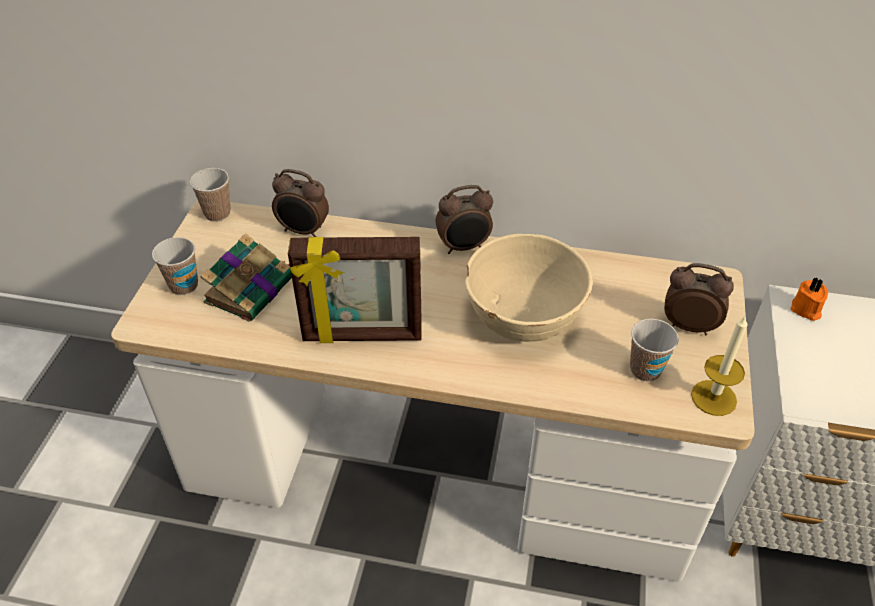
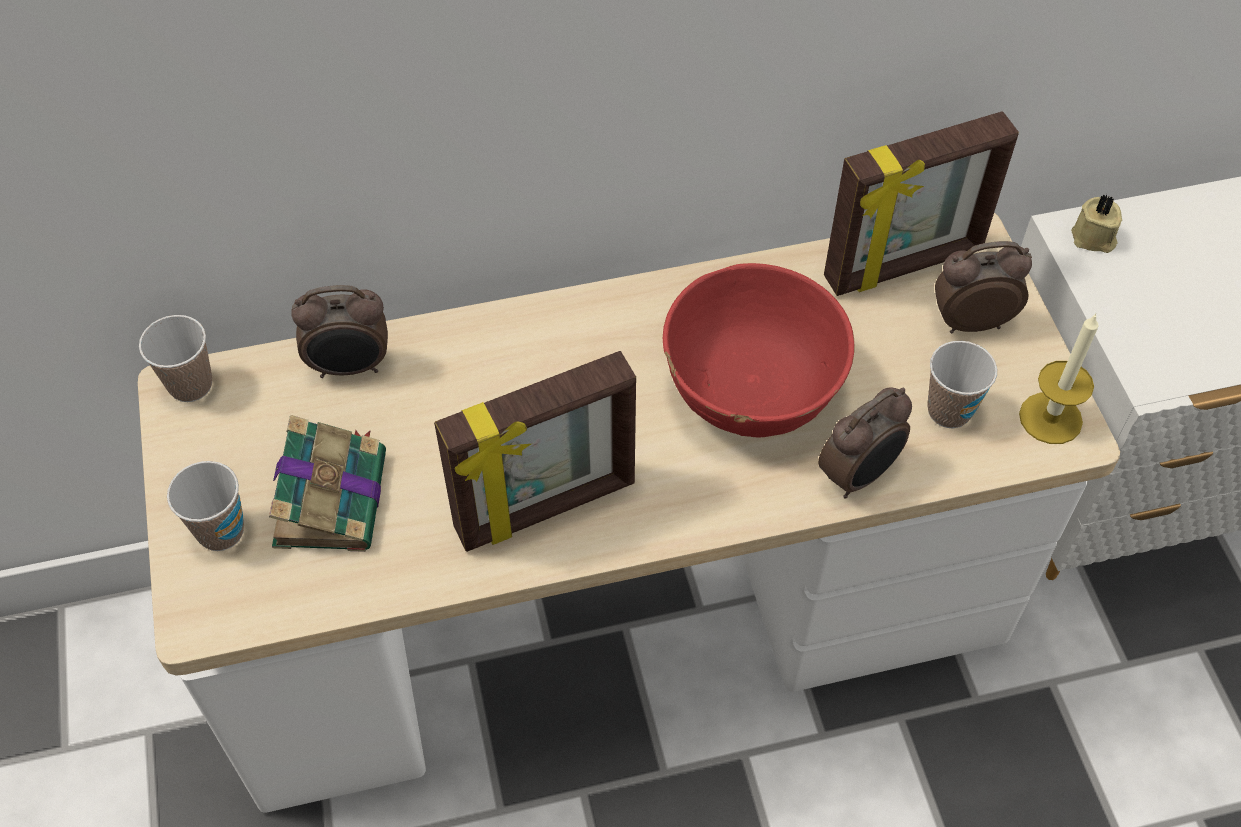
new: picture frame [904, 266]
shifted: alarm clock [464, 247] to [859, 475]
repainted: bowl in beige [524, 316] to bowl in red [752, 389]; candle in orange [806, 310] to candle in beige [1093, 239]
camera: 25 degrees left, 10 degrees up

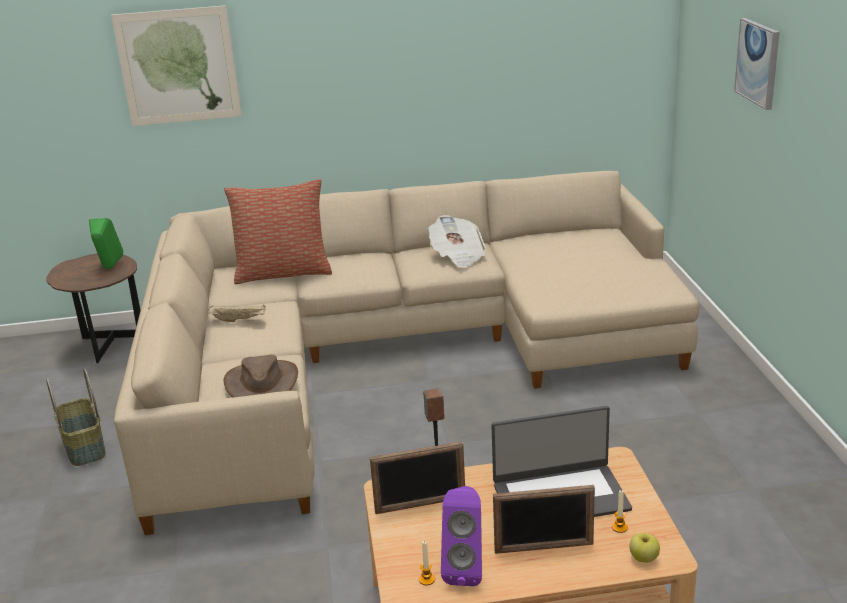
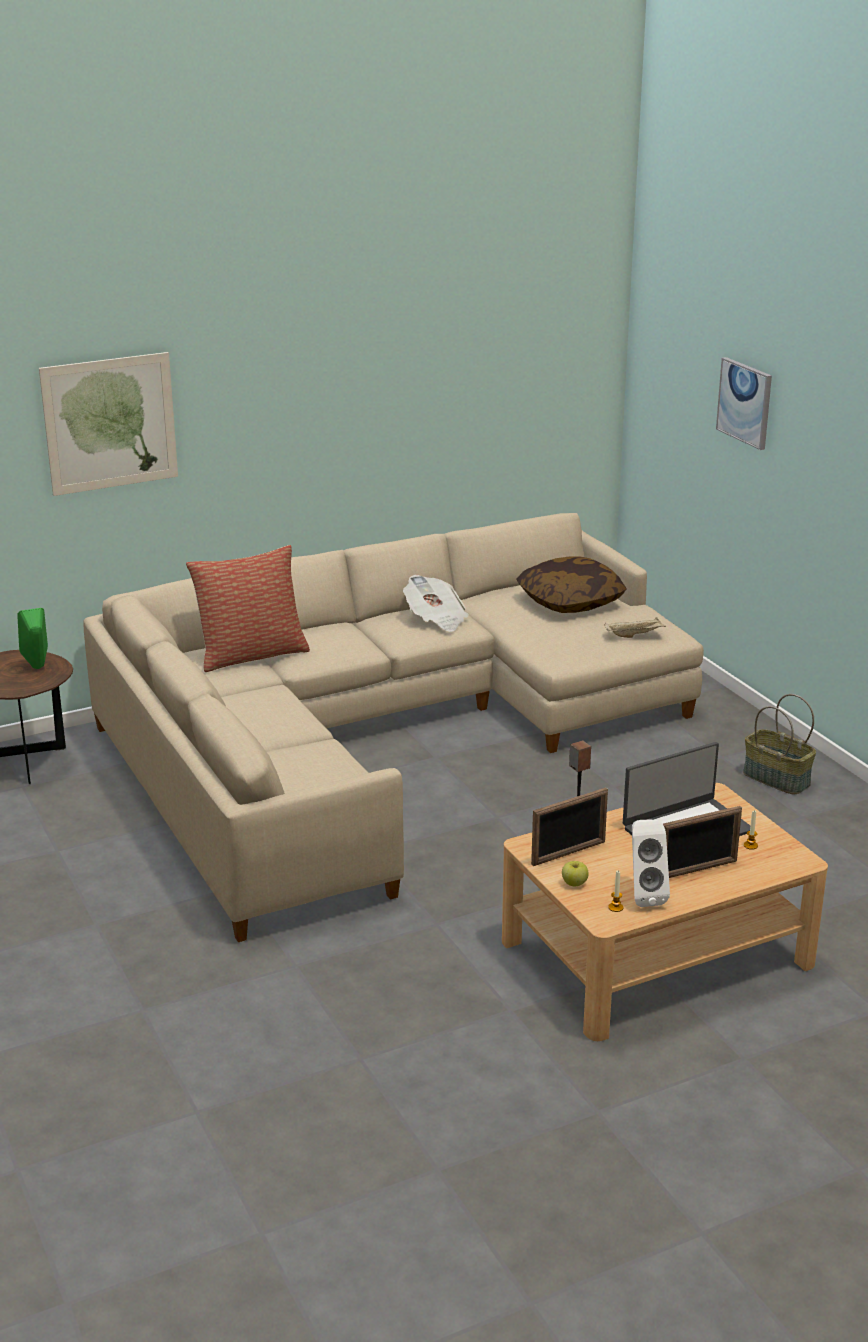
gone: hat in brown [261, 384]
new: pillow [570, 601]
shifted: tray in beige [239, 320] to [634, 635]; basket [83, 447] to [775, 779]; apple [644, 558] to [574, 883]
repainted: speaker in purple [465, 569] to speaker in white [643, 895]
camera: 20 degrees left, 0 degrees up

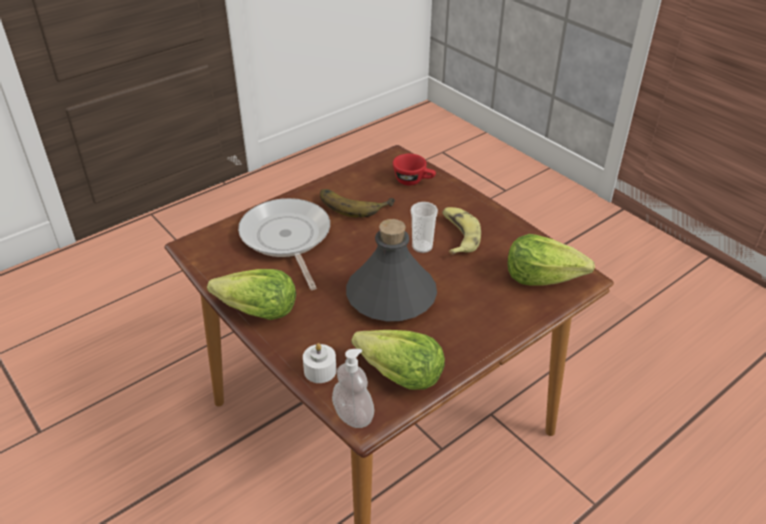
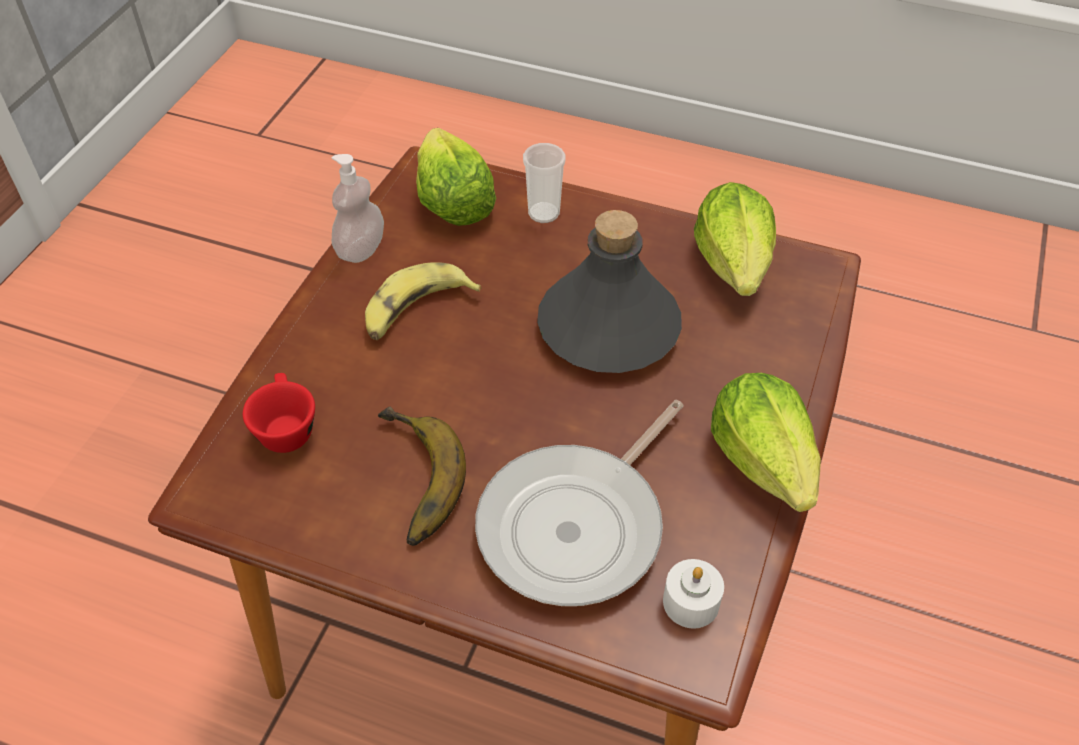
shifted: cup [422, 247] to [544, 213]; candle in white [320, 370] to [691, 602]; soap dispenser [353, 415] to [361, 249]
camera: 120 degrees left, 10 degrees up

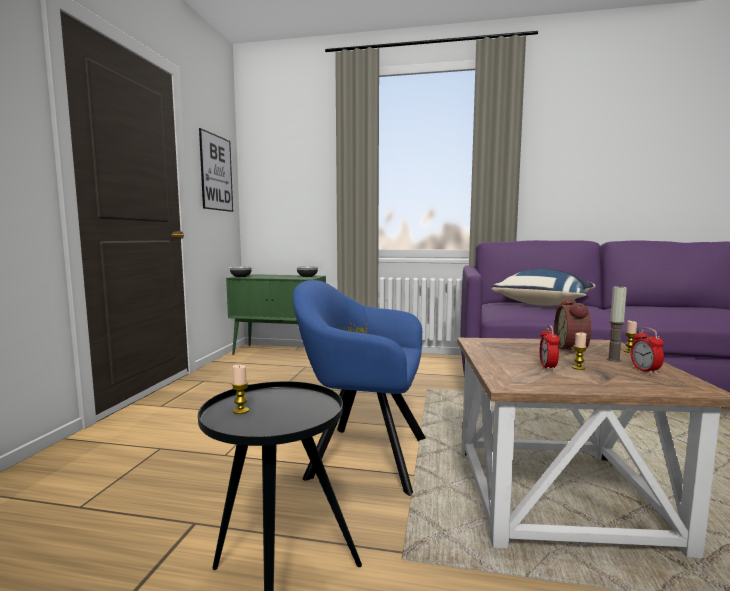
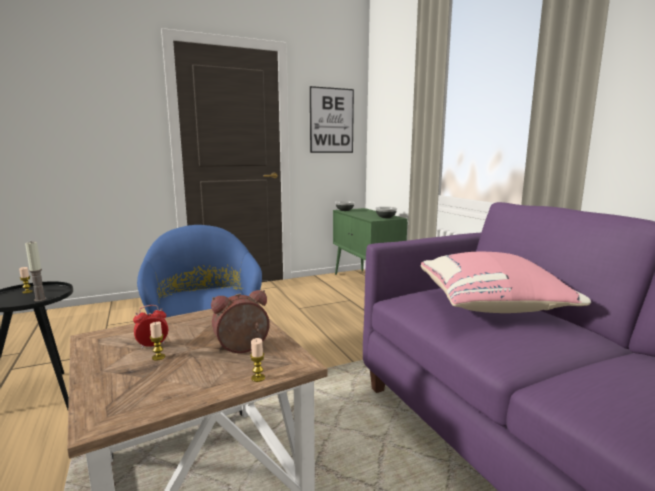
gone: alarm clock [645, 371]
shifted: candle [613, 359] to [40, 299]
repainted: pillow in blue [544, 304] to pillow in pink [491, 307]
camera: 55 degrees right, 5 degrees up

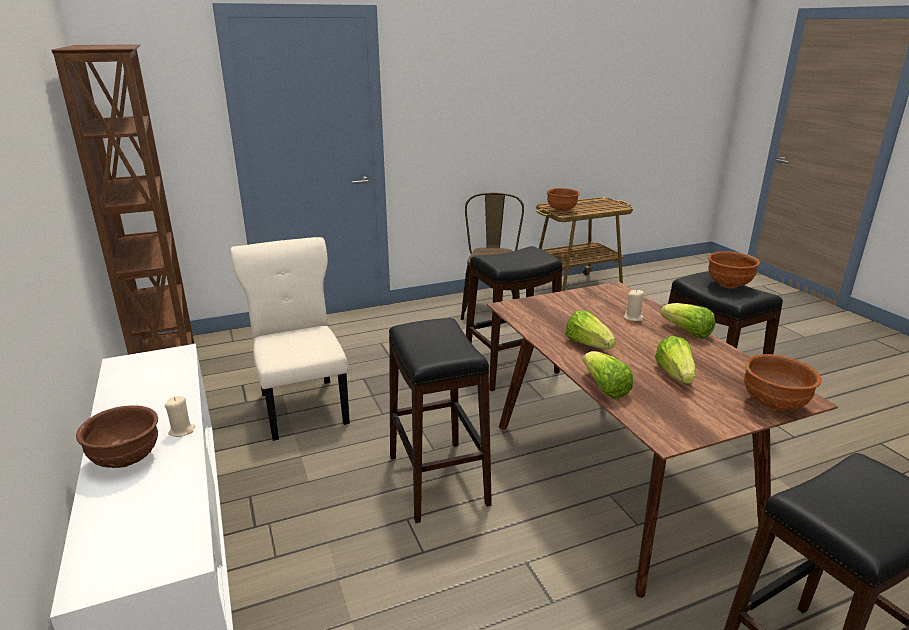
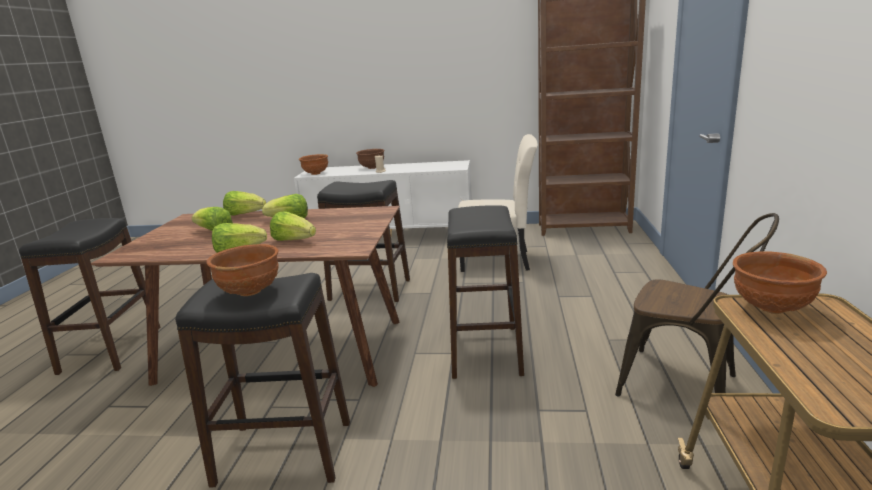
shifted: bowl in brown [774, 405] to [315, 173]
swapped: candle in beige [633, 318] to lettuce [293, 240]
camera: 120 degrees right, 5 degrees down

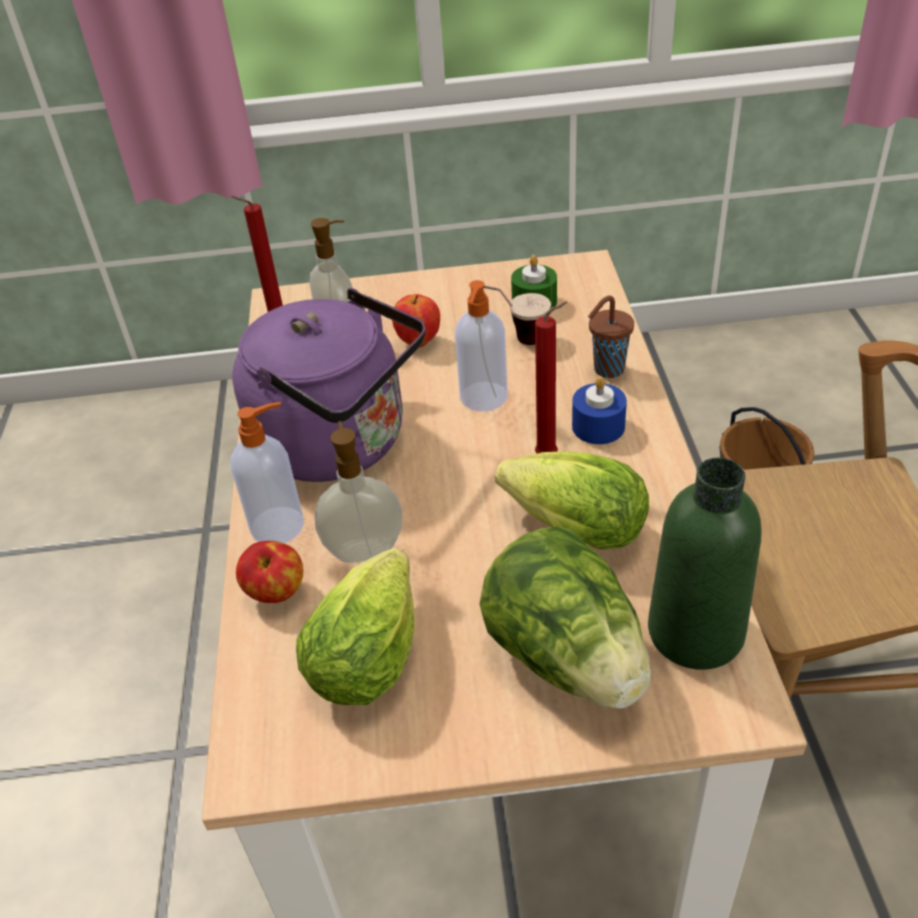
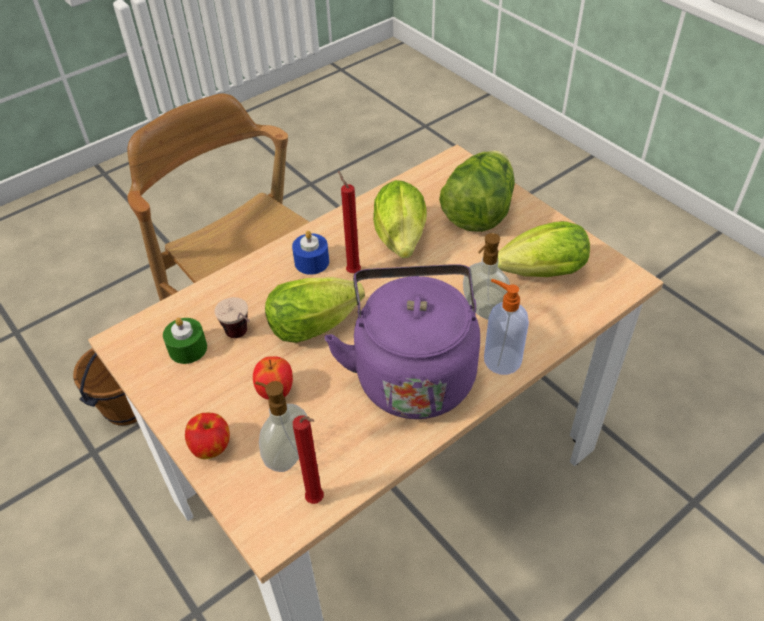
gone: cup in brown [607, 370]; bottle in green [695, 632]
shifted: apple [276, 592] to [211, 447]
swapped: soap dispenser [483, 398] to lettuce [319, 324]
camera: 125 degrees left, 5 degrees up

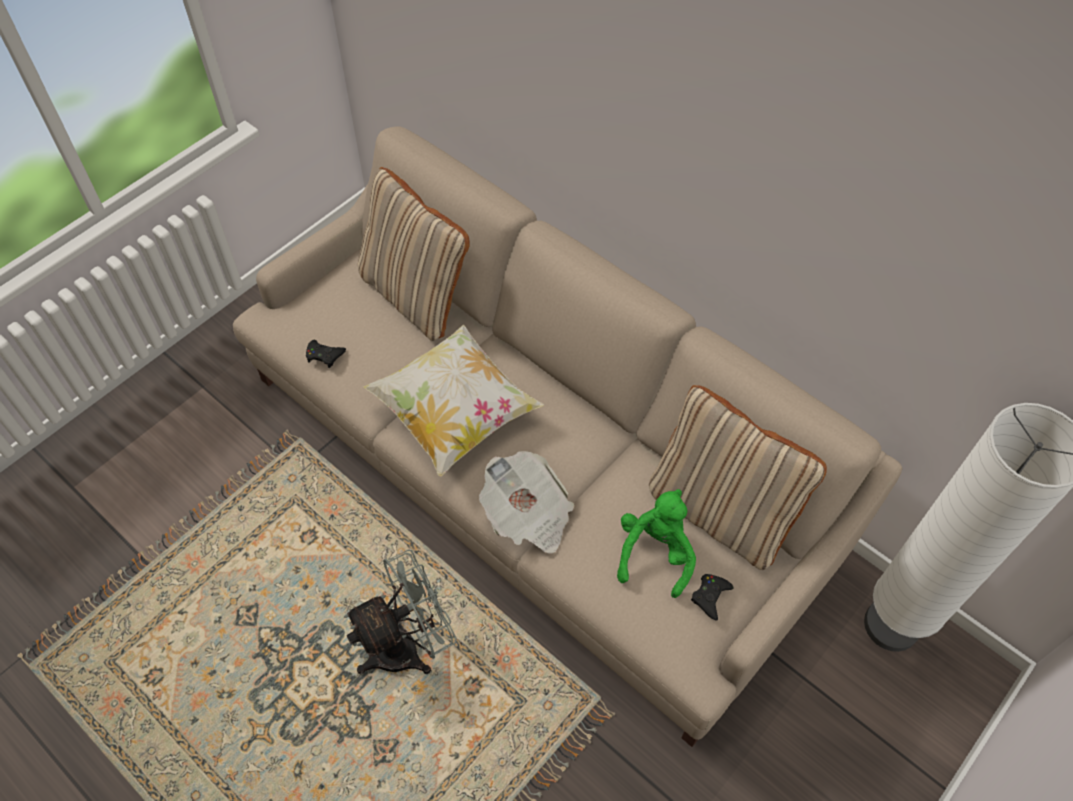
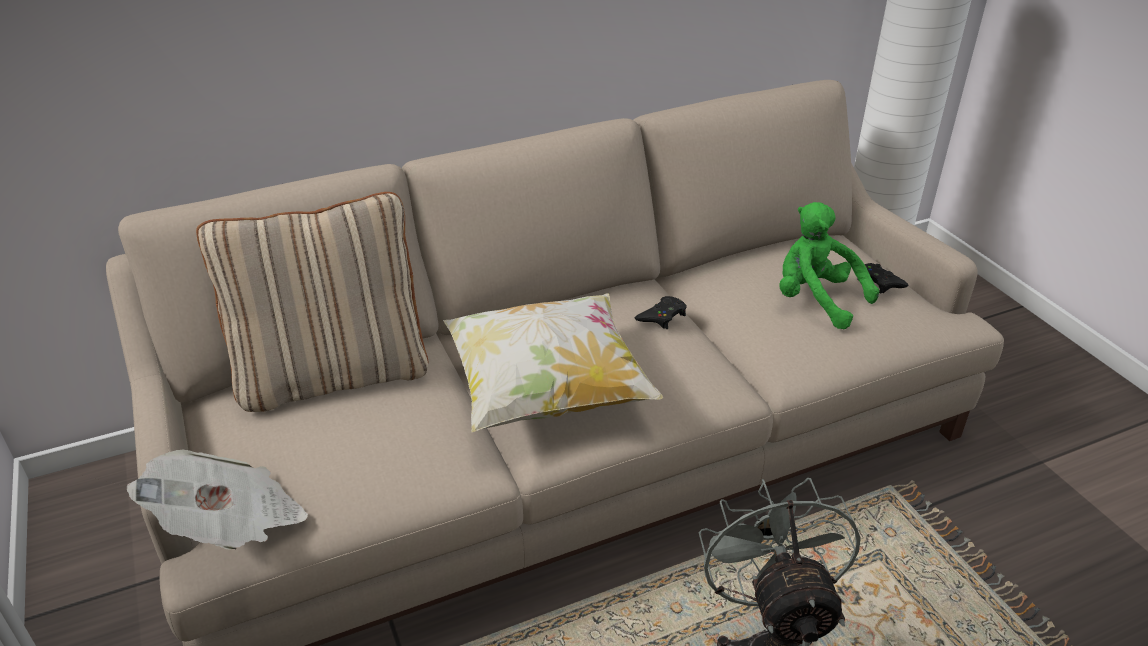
gone: pillow in beige [720, 511]
shifted: game controller in black [324, 355] to [662, 316]; newspaper [528, 515] to [231, 524]
camera: 65 degrees left, 20 degrees down

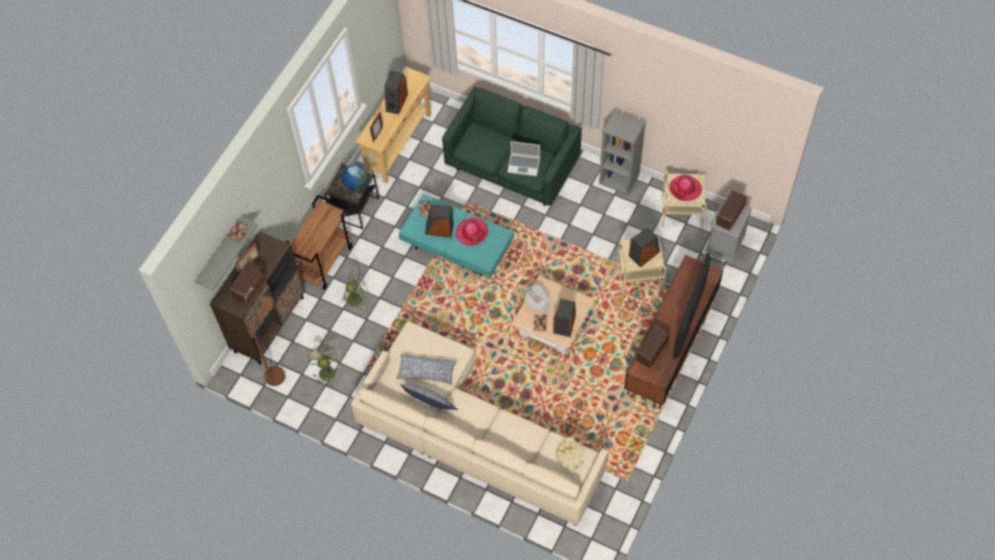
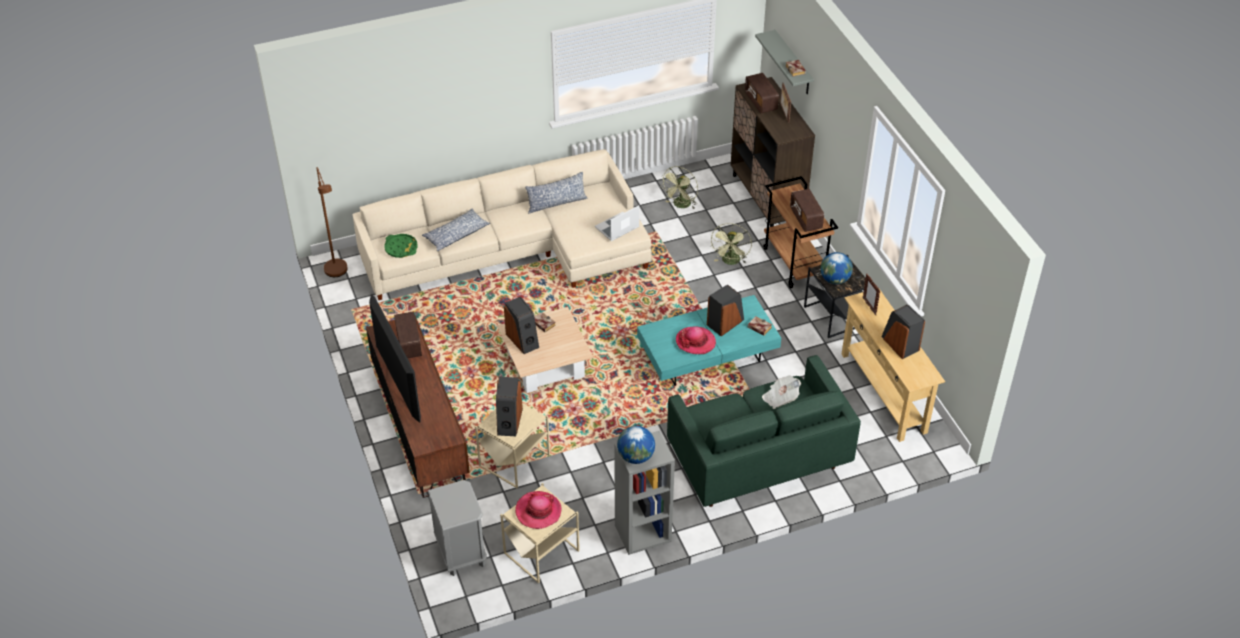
new: globe [636, 457]
shifted: laptop [524, 165] to [617, 228]; radio [729, 215] to [806, 219]; newspaper [538, 303] to [780, 398]; floor lamp in brown [278, 371] to [337, 273]; pillow [427, 372] to [456, 234]
repainted: tray in beige [570, 456] to tray in green [401, 248]
rotated: fan in green [325, 370] = [680, 205] 90 degrees clockwise
camera: 130 degrees right, 15 degrees down

